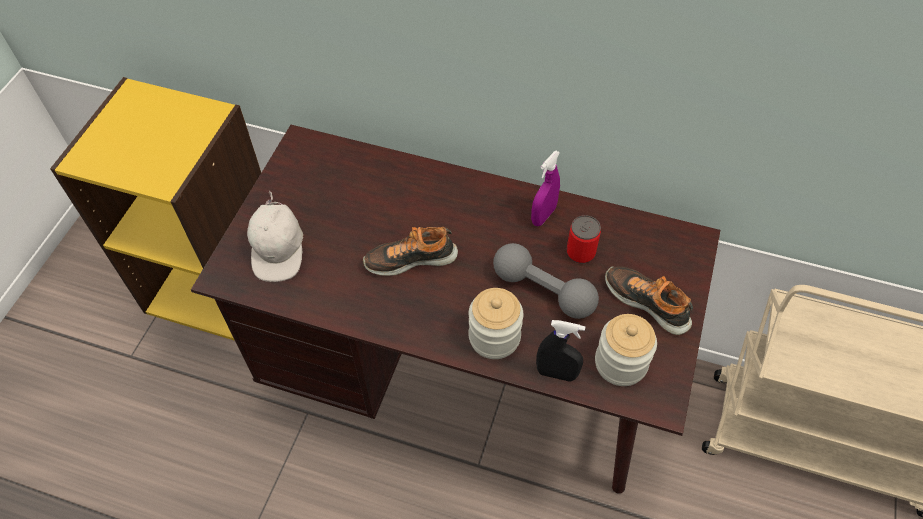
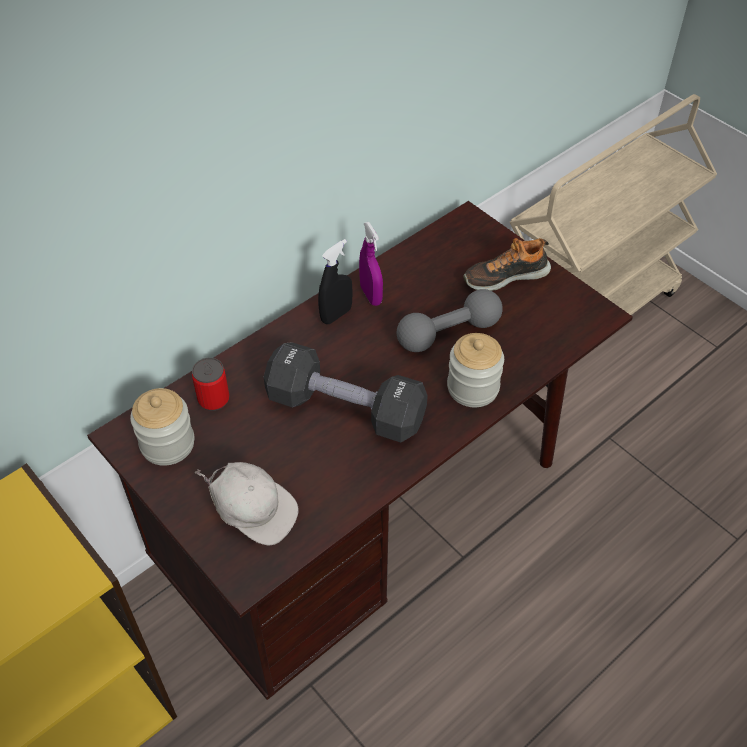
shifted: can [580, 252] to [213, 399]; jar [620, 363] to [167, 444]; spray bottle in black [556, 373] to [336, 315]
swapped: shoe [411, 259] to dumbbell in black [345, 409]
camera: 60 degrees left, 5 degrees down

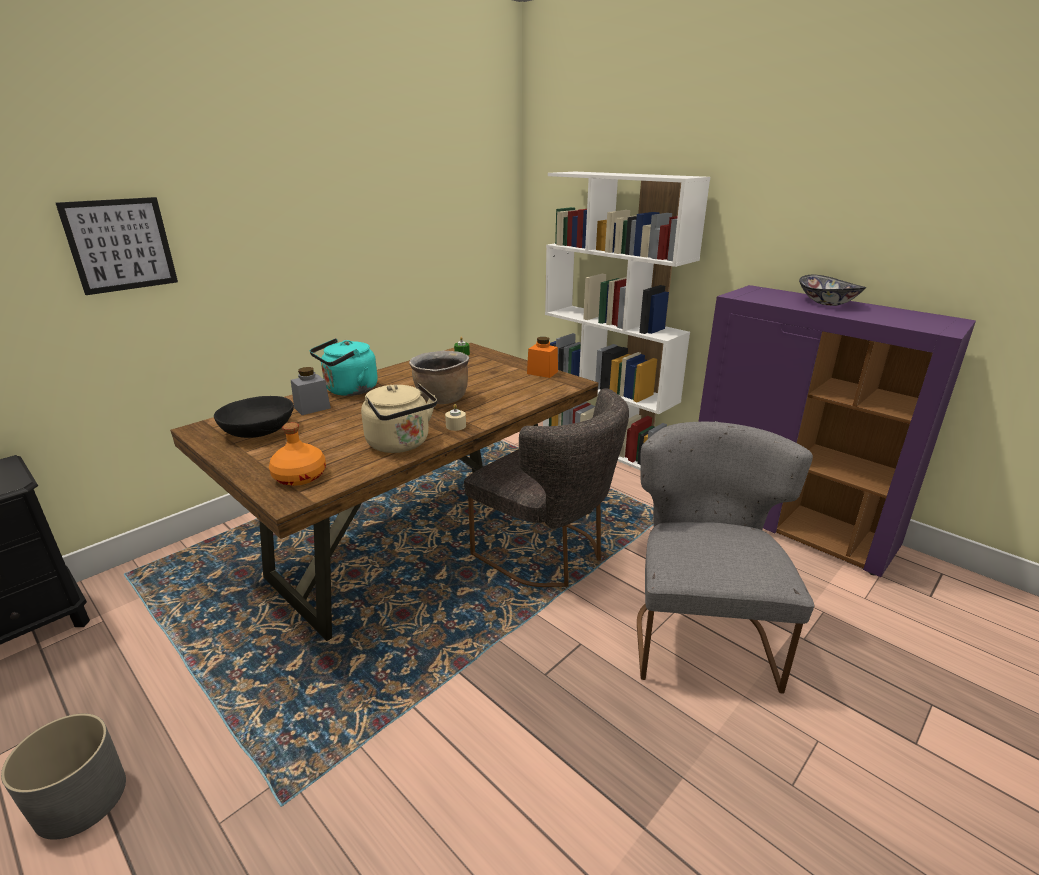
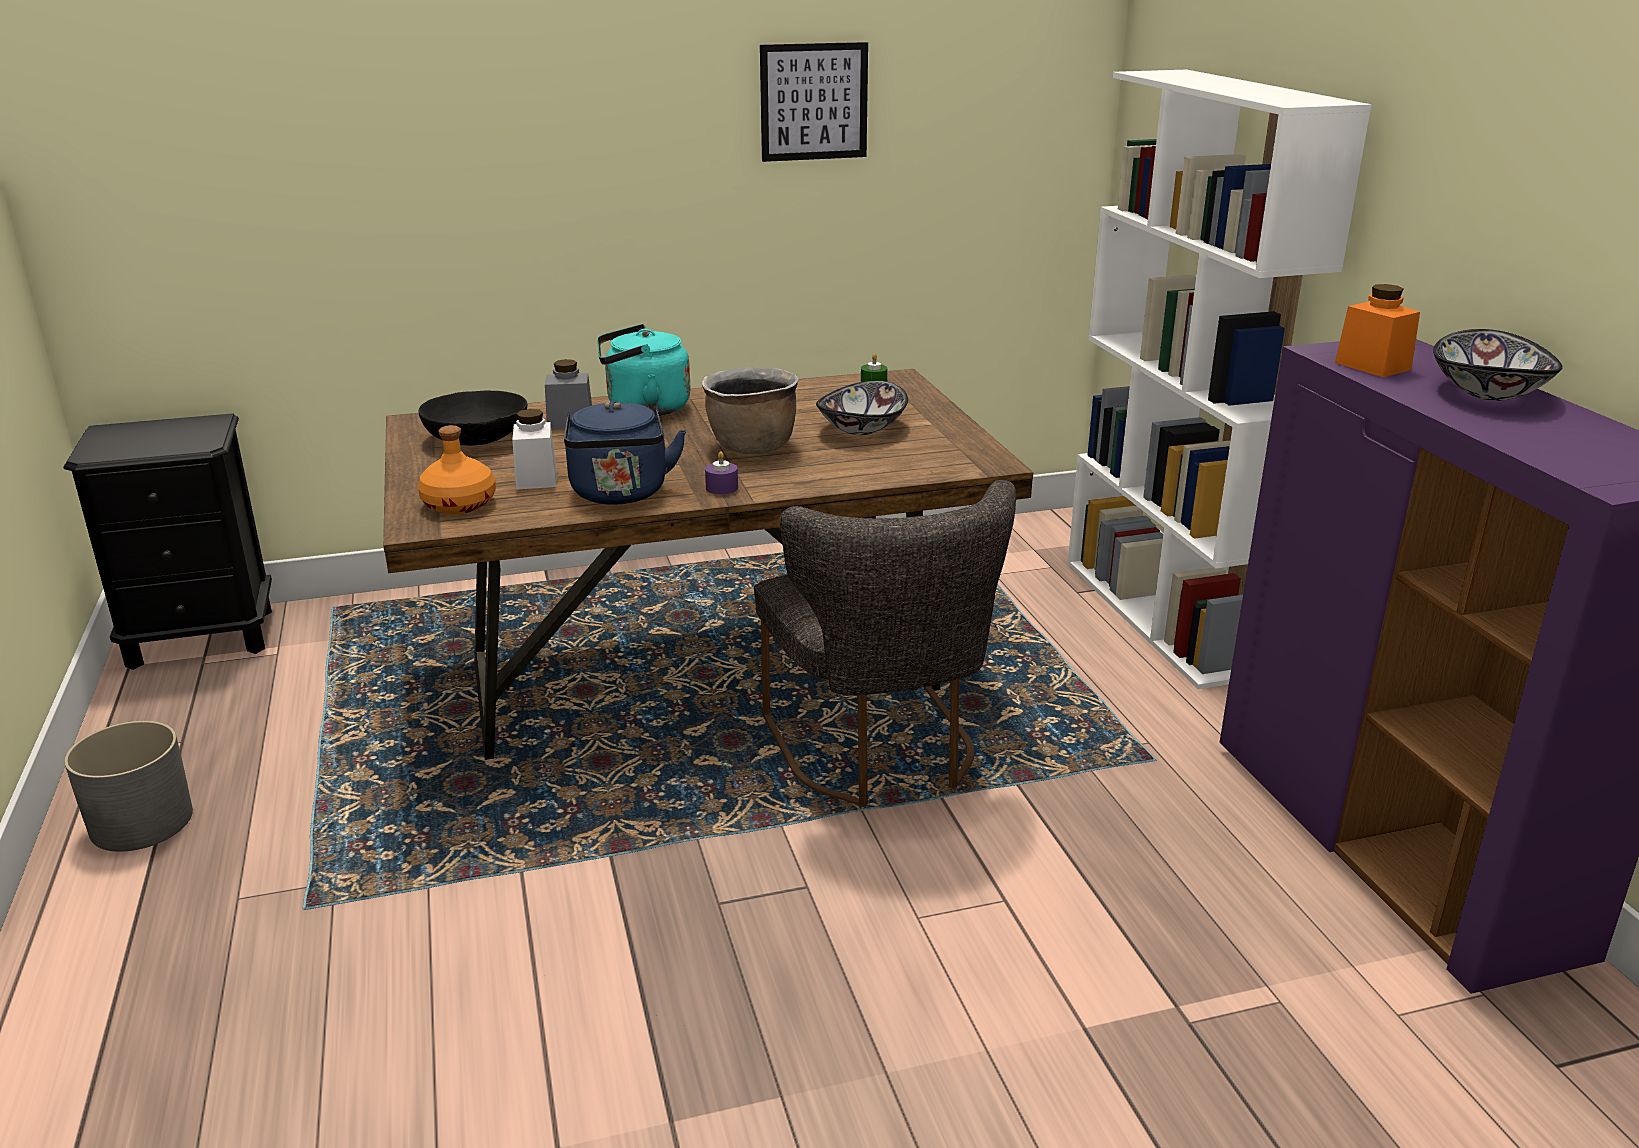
gone: chair in grey [700, 632]
new: bowl [862, 429]; jar in white [536, 478]
shifted: picture [120, 245] to [813, 102]; jar in orange [542, 372] to [1372, 366]
repainted: kettle in beige [401, 444] to kettle in blue [620, 495]; candle in beige [456, 426] to candle in purple [722, 488]
camera: 30 degrees right, 0 degrees up

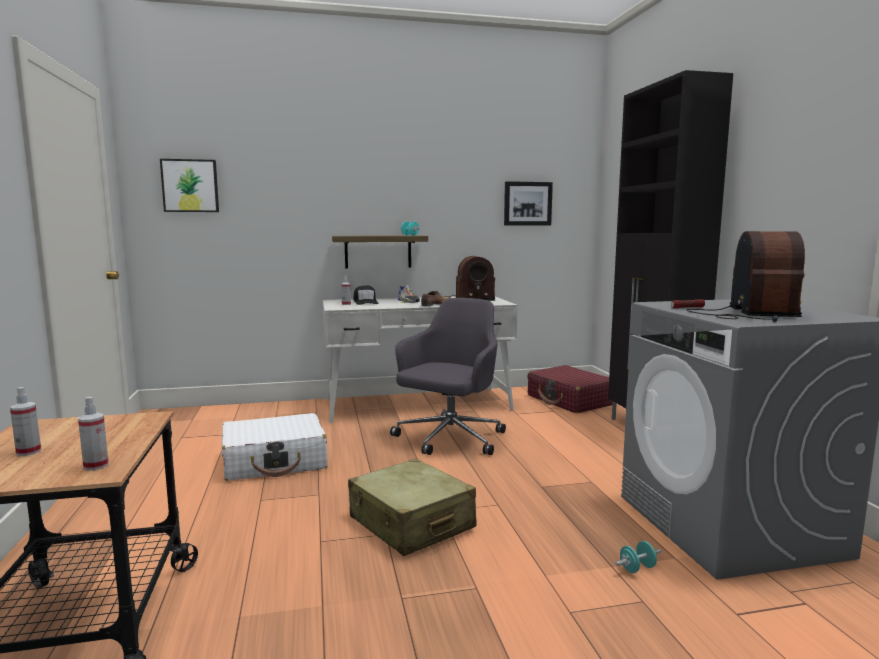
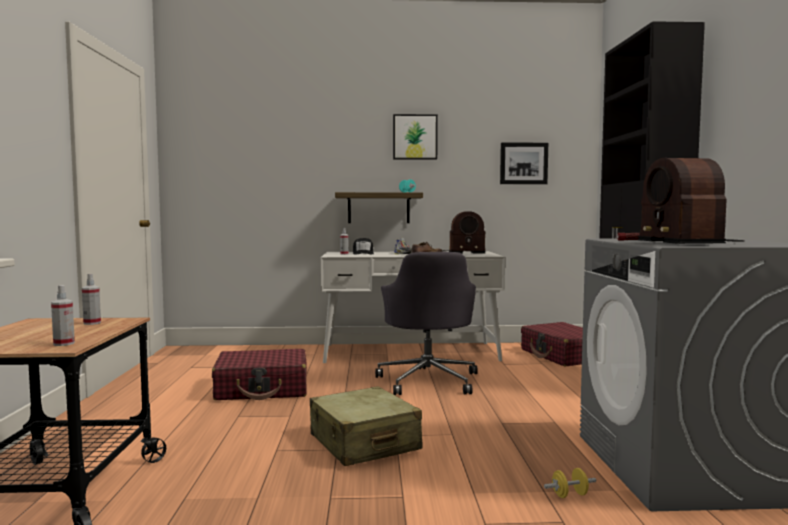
shifted: picture [190, 186] to [415, 137]; spray bottle [28, 452] to [92, 323]
repainted: suitcase in white [275, 461] to suitcase in red [262, 389]; dumbbell in turquoise [637, 568] to dumbbell in yellow [569, 495]
rotated: radio [748, 315] = [687, 243] 150 degrees clockwise; office chair in grey [449, 439] = [428, 380] 135 degrees clockwise
camera: 10 degrees right, 5 degrees down

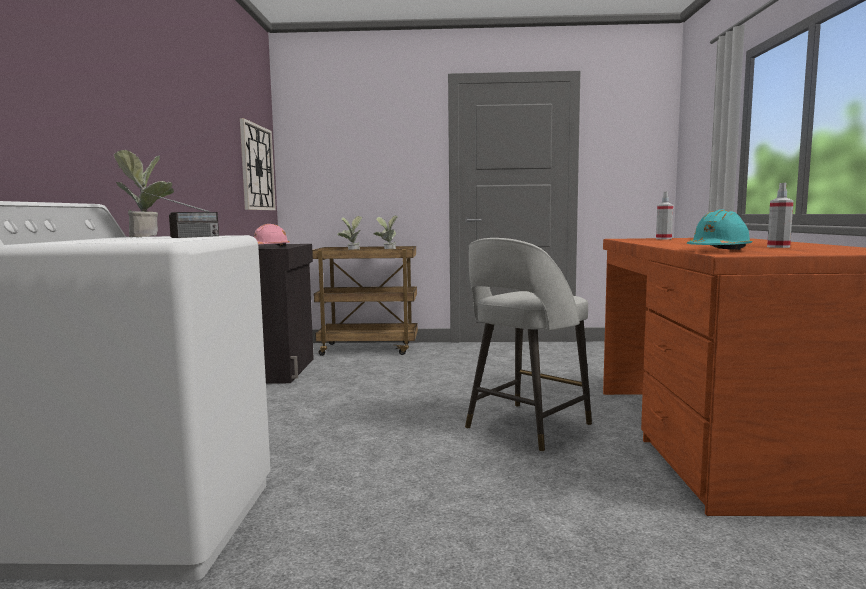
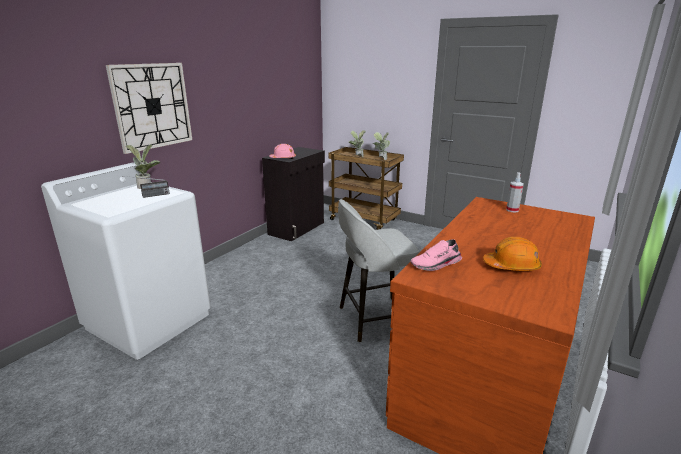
shifted: wall clock [257, 168] to [152, 106]
swapped: spray bottle [778, 247] to hard hat in orange [511, 266]; hard hat in turquoise [718, 250] to shoe in pink [436, 264]
camera: 30 degrees right, 15 degrees up

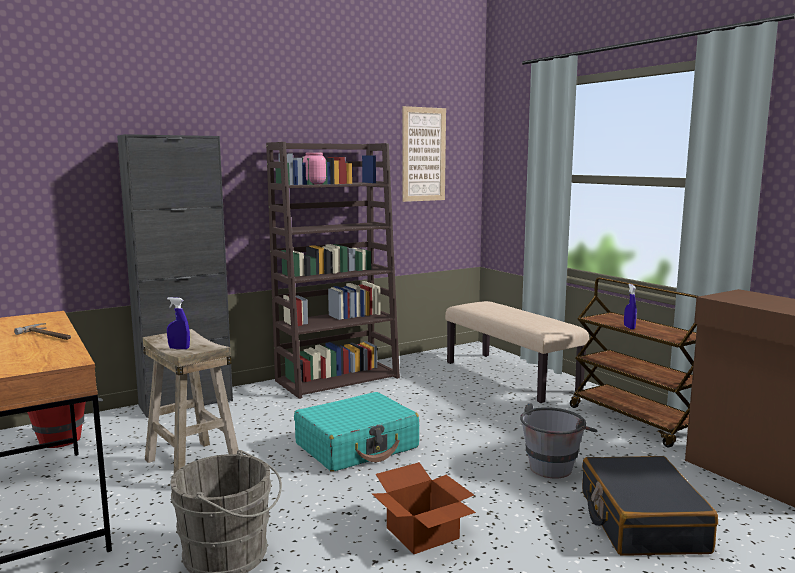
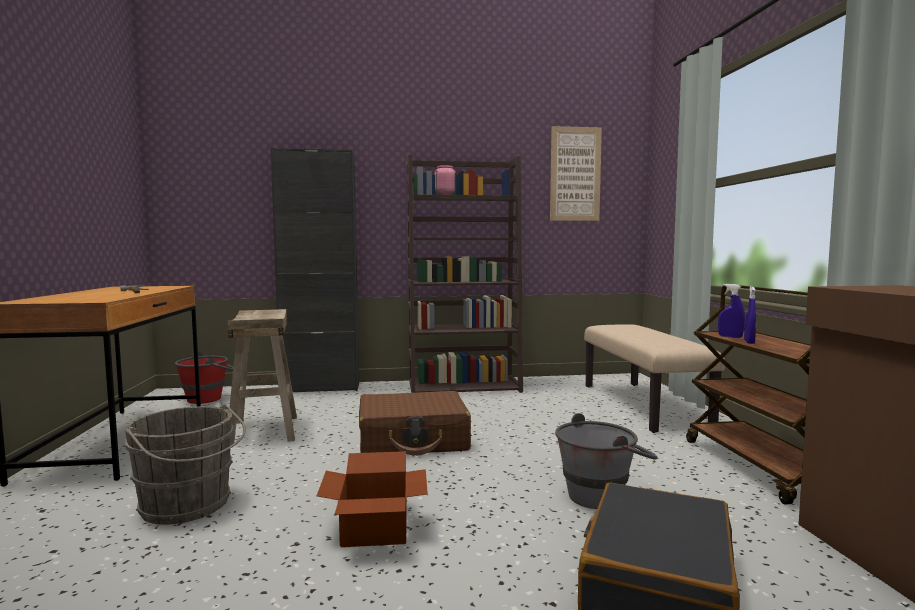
shifted: spray bottle in blue [179, 348] to [730, 337]
repainted: suitcase in turquoise [357, 446] to suitcase in brown [413, 440]
camera: 25 degrees right, 5 degrees down

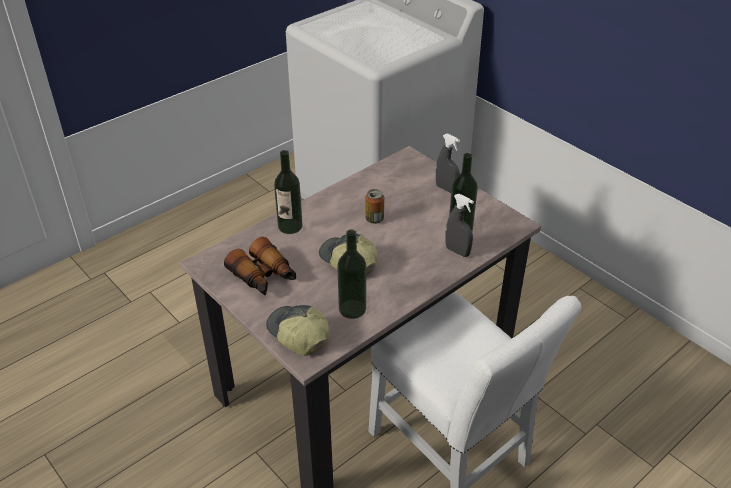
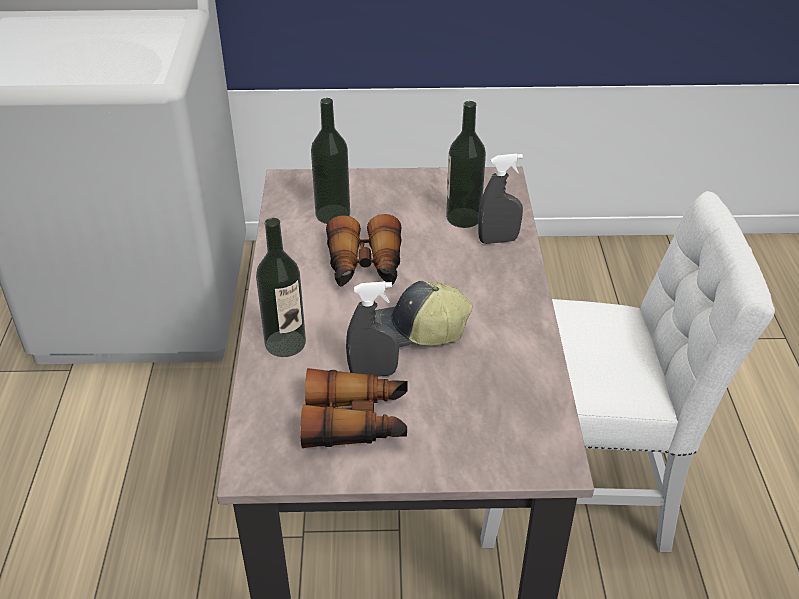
gone: cap [297, 335]
shifted: spray bottle in grey [446, 189] to [373, 373]; bottle [352, 309] to [332, 214]
swapped: can [374, 219] to binoculars [365, 267]
camera: 50 degrees left, 0 degrees up

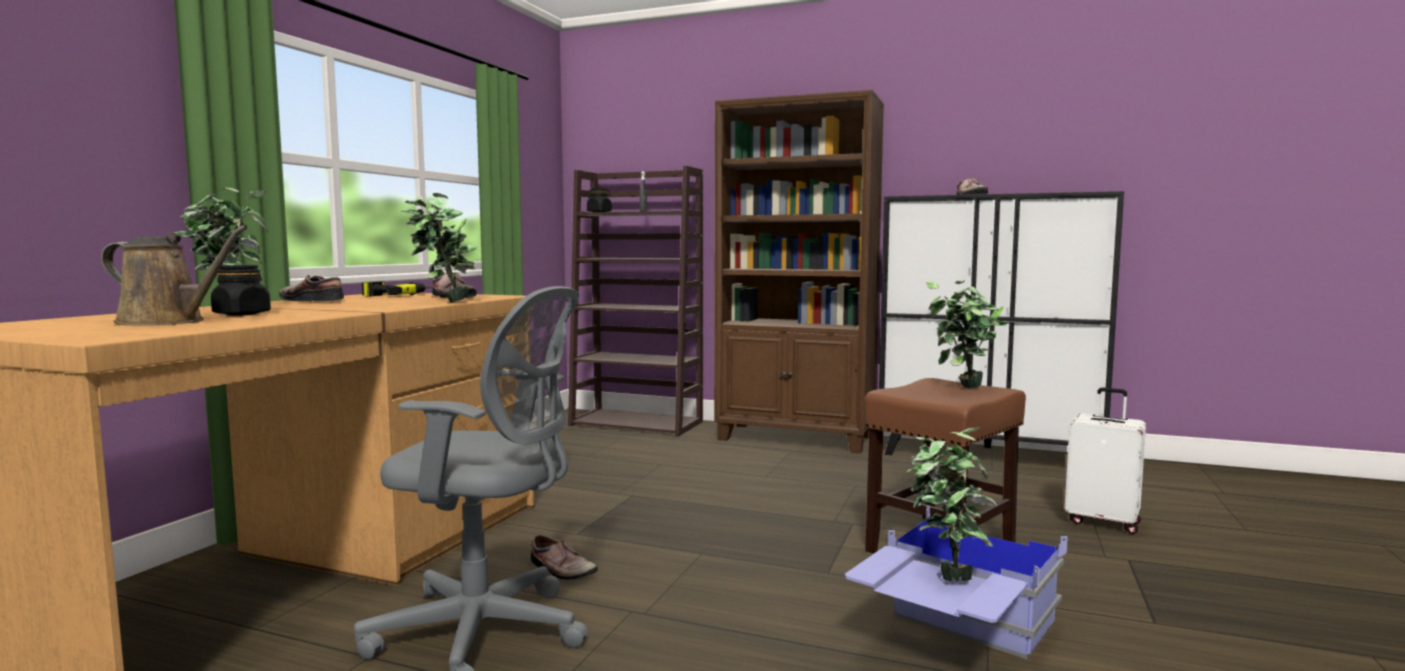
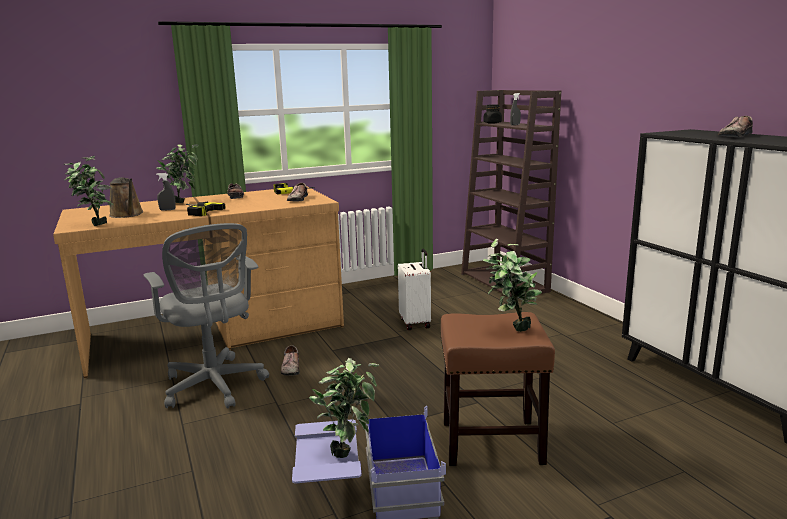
gone: bookcase in brown [796, 438]
new: power drill [197, 212]
shifted: potted plant [443, 302] to [94, 225]; suitcase in white [1103, 522] to [416, 323]
swapped: jar in black [242, 314] to spray bottle in grey [167, 210]
camera: 45 degrees right, 10 degrees up

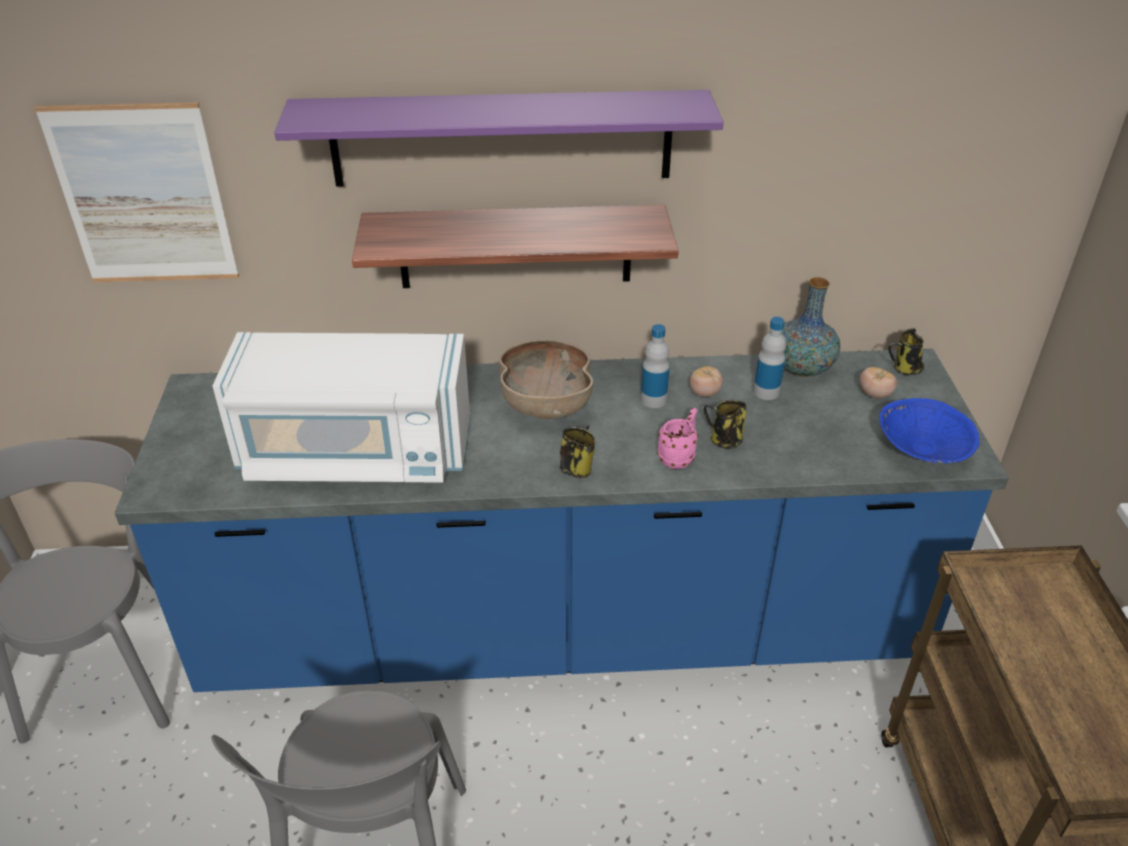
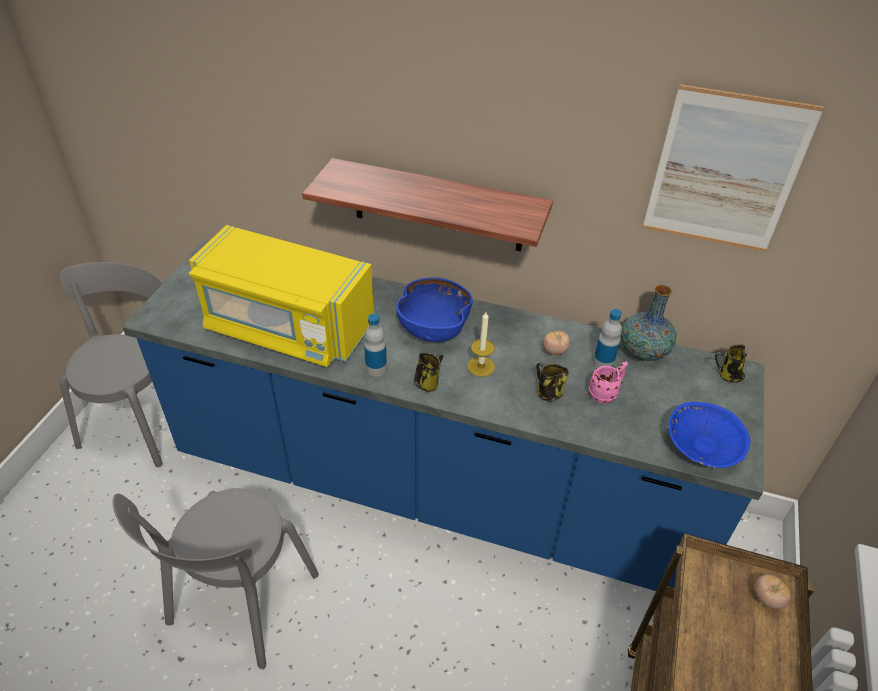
gone: shelf in purple [502, 138]
new: candle [481, 366]
shifted: picture [143, 196] to [725, 172]; bottle [653, 400] to [376, 368]; tomato [874, 394] to [767, 598]; mug in pink [679, 456] to [606, 393]
repainted: microwave in white [355, 453] to microwave in yellow [287, 327]; bowl in brown [545, 404] to bowl in blue [433, 328]
camera: 20 degrees right, 5 degrees up

